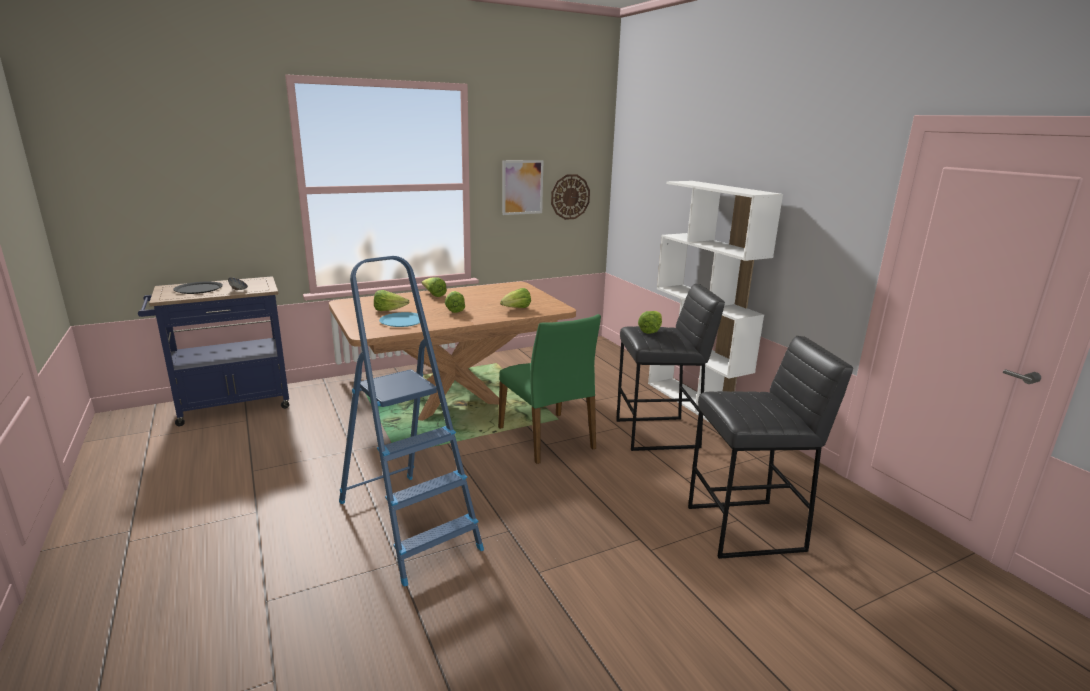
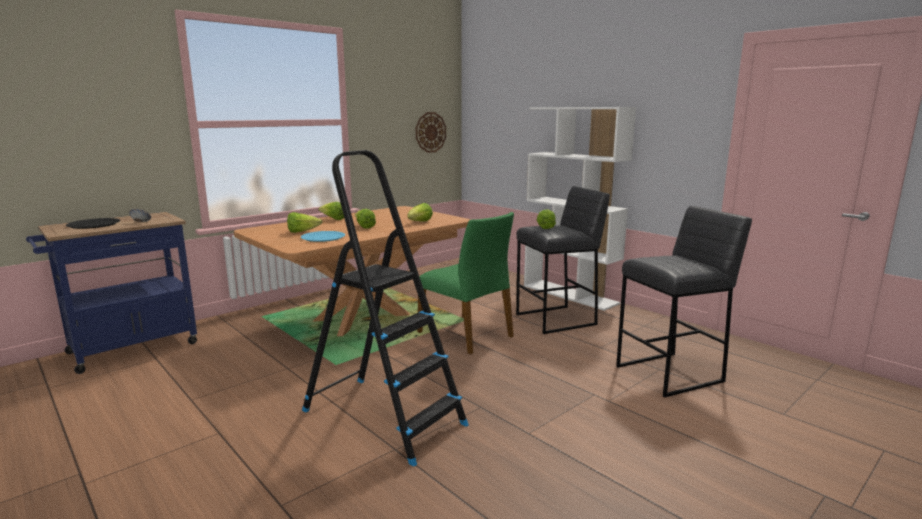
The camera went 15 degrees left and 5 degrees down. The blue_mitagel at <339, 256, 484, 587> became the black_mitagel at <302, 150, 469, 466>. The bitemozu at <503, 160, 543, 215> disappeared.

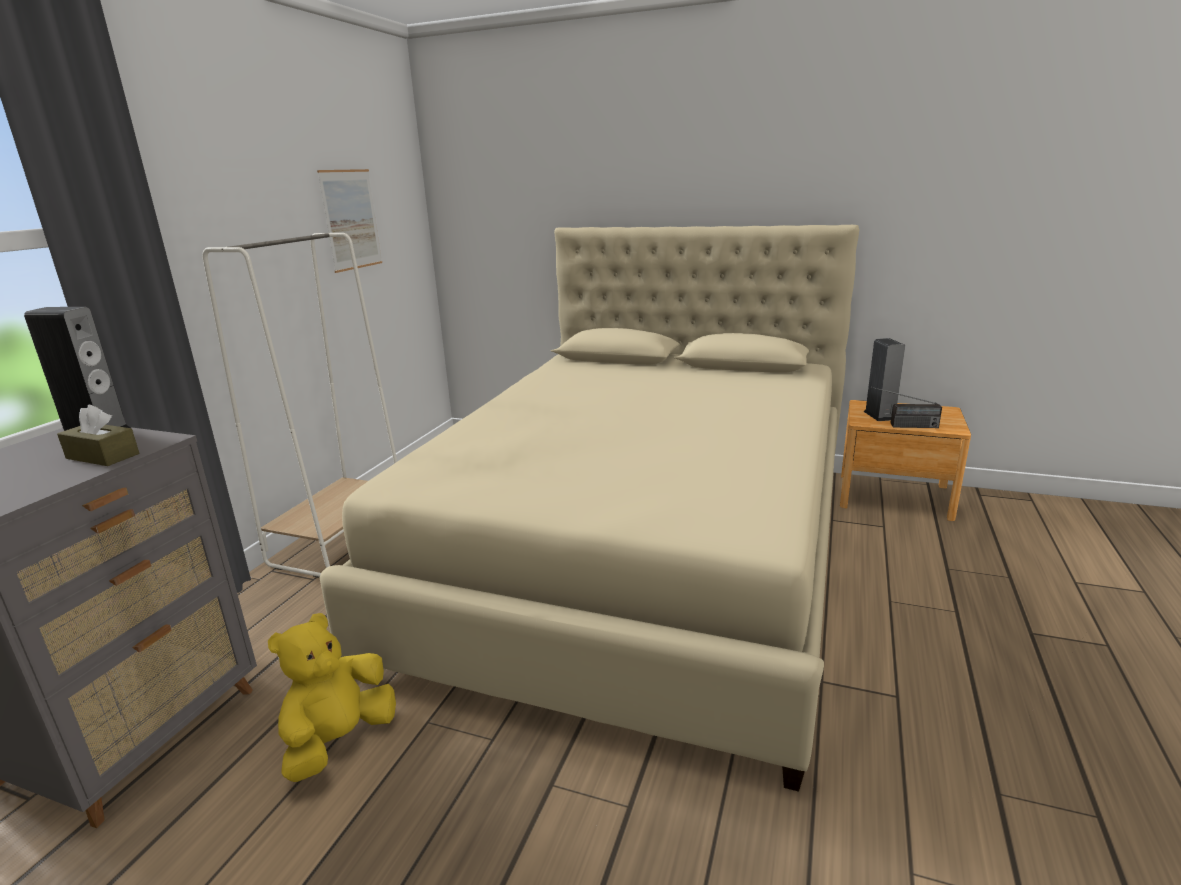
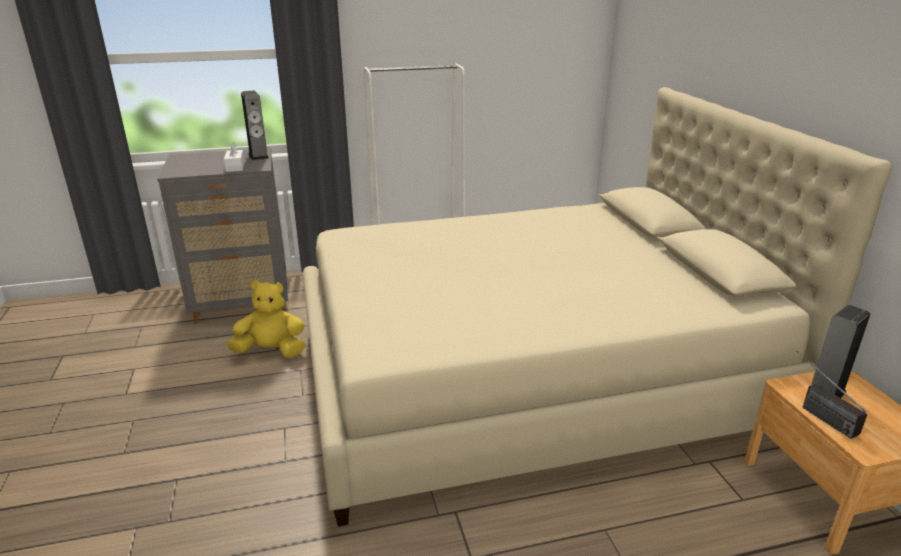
The camera went 55 degrees right and 5 degrees up. The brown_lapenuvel at <57, 405, 139, 466> became the white_lapenuvel at <224, 142, 245, 172>. The bitemozu at <317, 169, 382, 273> disappeared.

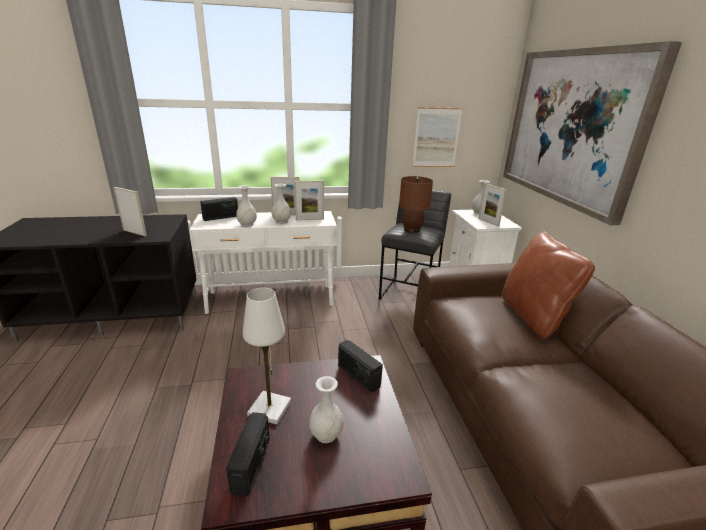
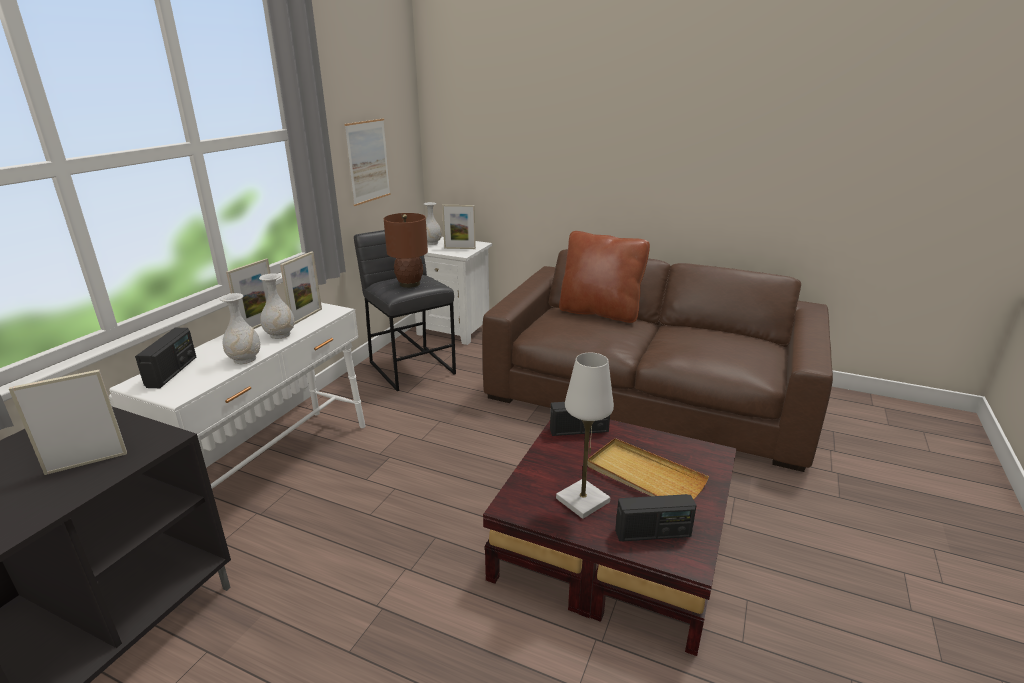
The camera went 55 degrees left and 0 degrees up. The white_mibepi at <309, 376, 344, 443> was replaced by the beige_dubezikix at <587, 438, 709, 500>. The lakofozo at <226, 412, 270, 497> turned 135 degrees clockwise. The bitemozu at <503, 41, 682, 225> disappeared.

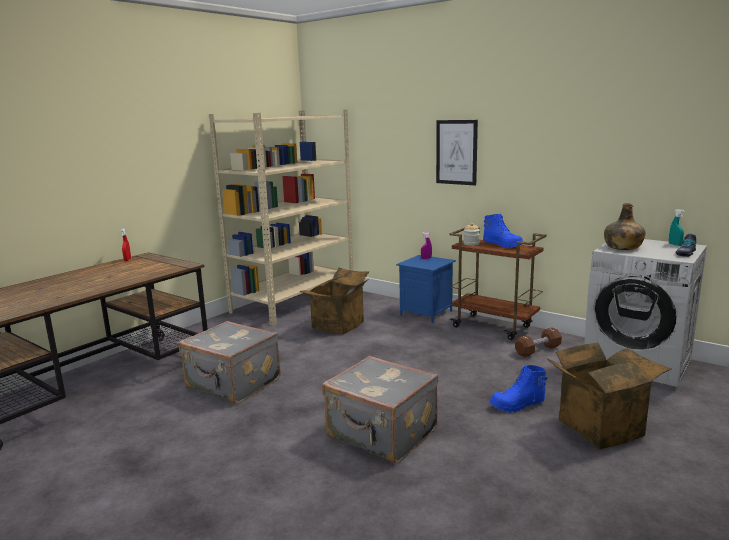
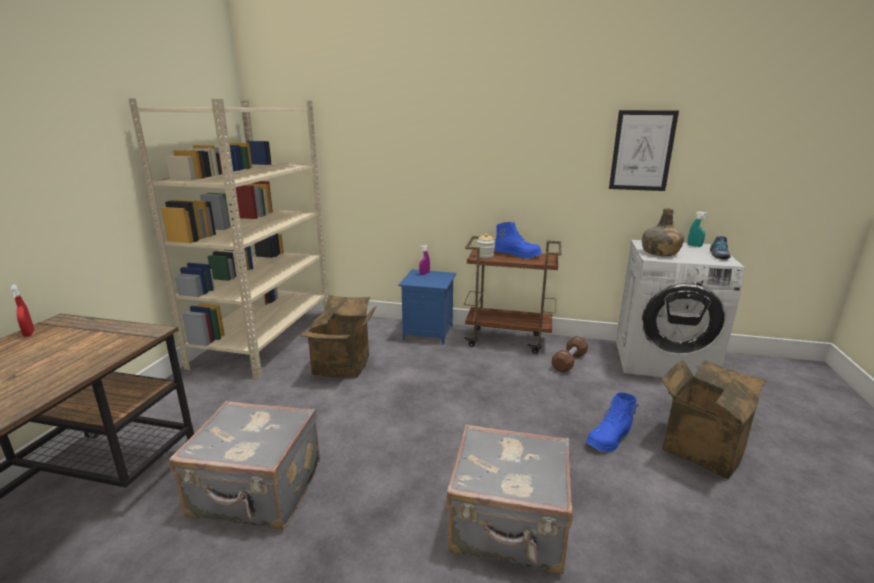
The camera went 25 degrees left and 5 degrees up. The bitemozu moved from <436, 120, 478, 186> to <609, 110, 679, 191>.

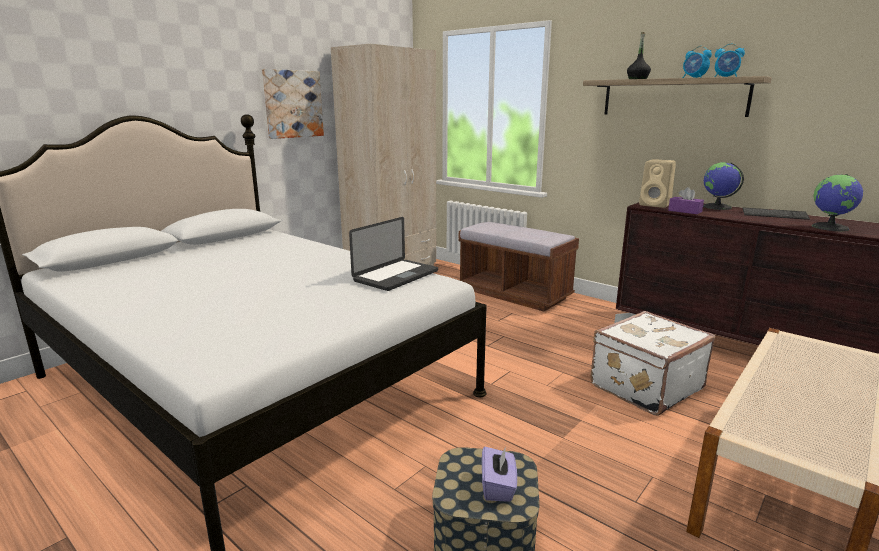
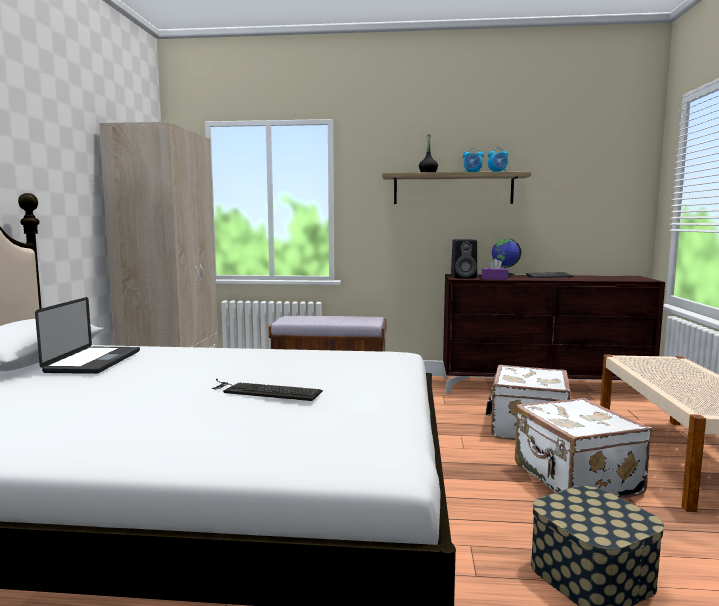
The camera went 35 degrees left and 10 degrees down. The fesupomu moved from <349, 217, 438, 291> to <35, 297, 140, 374>. The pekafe at <212, 378, 323, 401> appeared. The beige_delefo at <639, 159, 676, 208> became the black_delefo at <451, 239, 477, 278>. The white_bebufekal at <515, 398, 652, 498> appeared. The bitemozu at <262, 69, 324, 139> disappeared. The purple_lapenuvel at <482, 447, 517, 502> disappeared. The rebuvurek at <812, 174, 863, 231> disappeared.

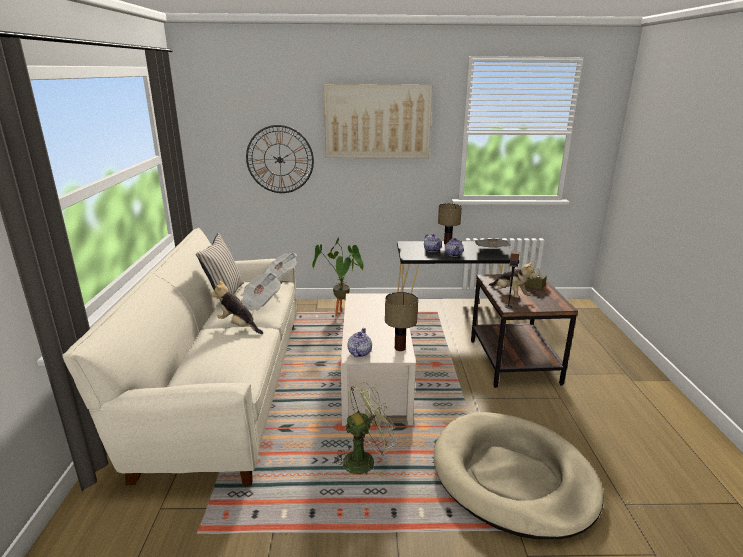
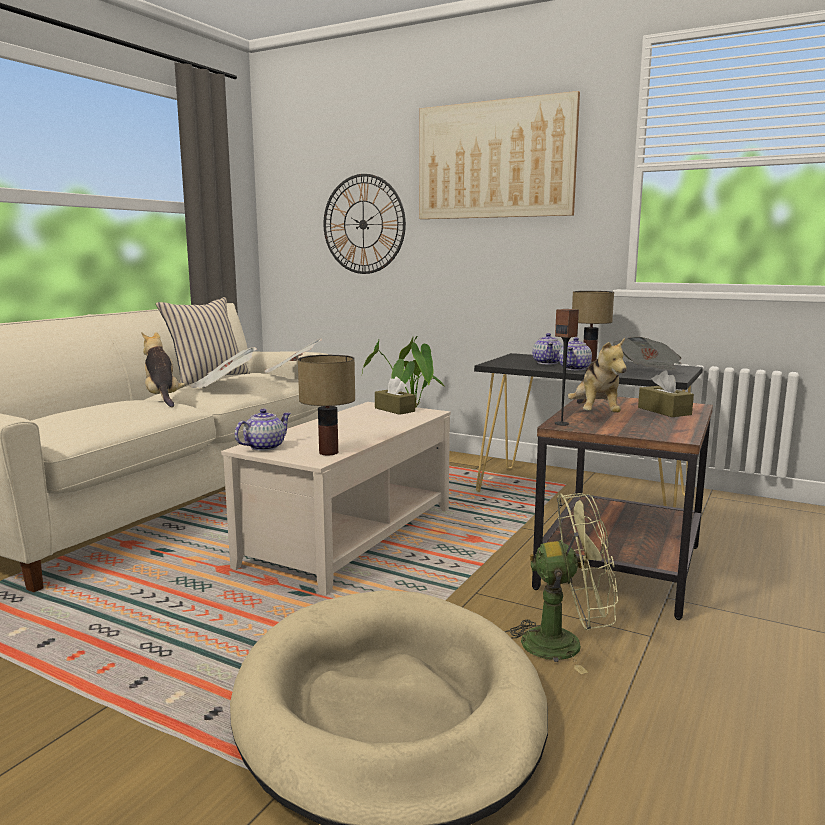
The camera went 30 degrees right and 10 degrees down. The brown_lapenuvel at <375, 377, 415, 415> appeared. The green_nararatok moved from <334, 382, 397, 477> to <504, 493, 618, 674>.

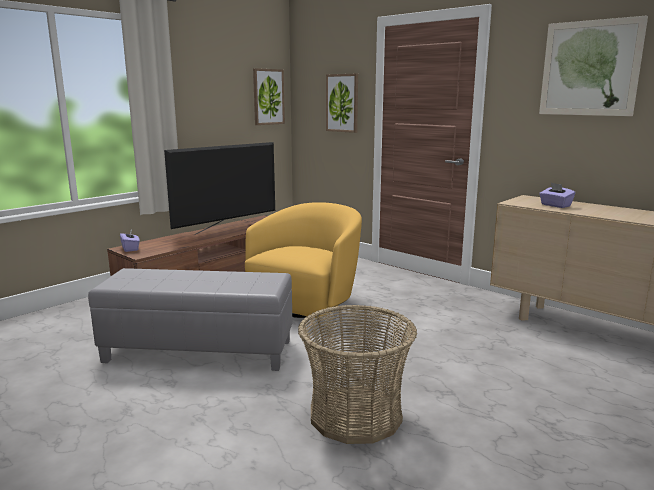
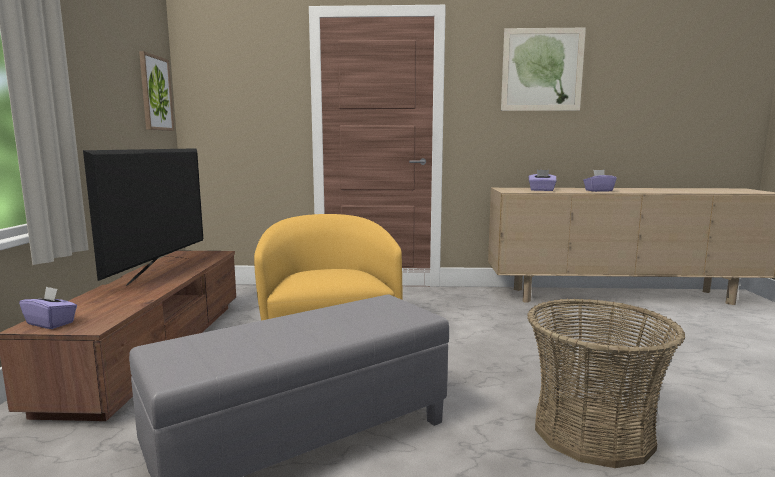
The camera went 40 degrees left and 5 degrees down. The purple_lapenuvel at <583, 170, 617, 192> appeared. The bitemozu at <326, 74, 358, 133> disappeared.

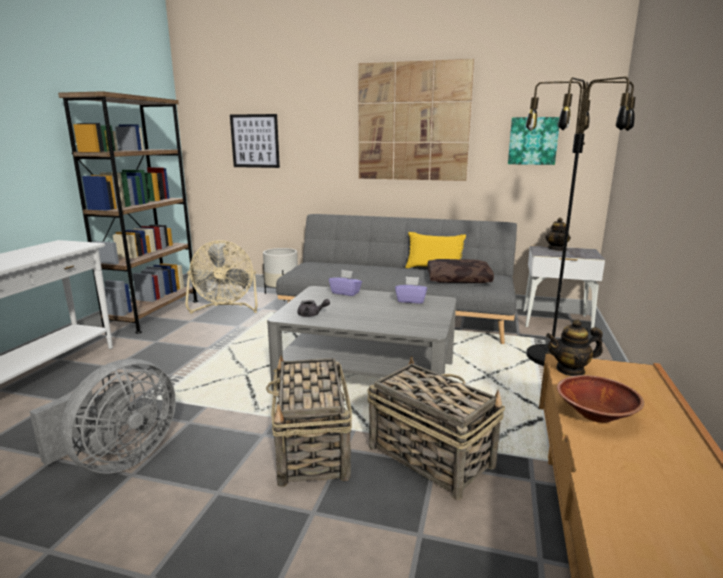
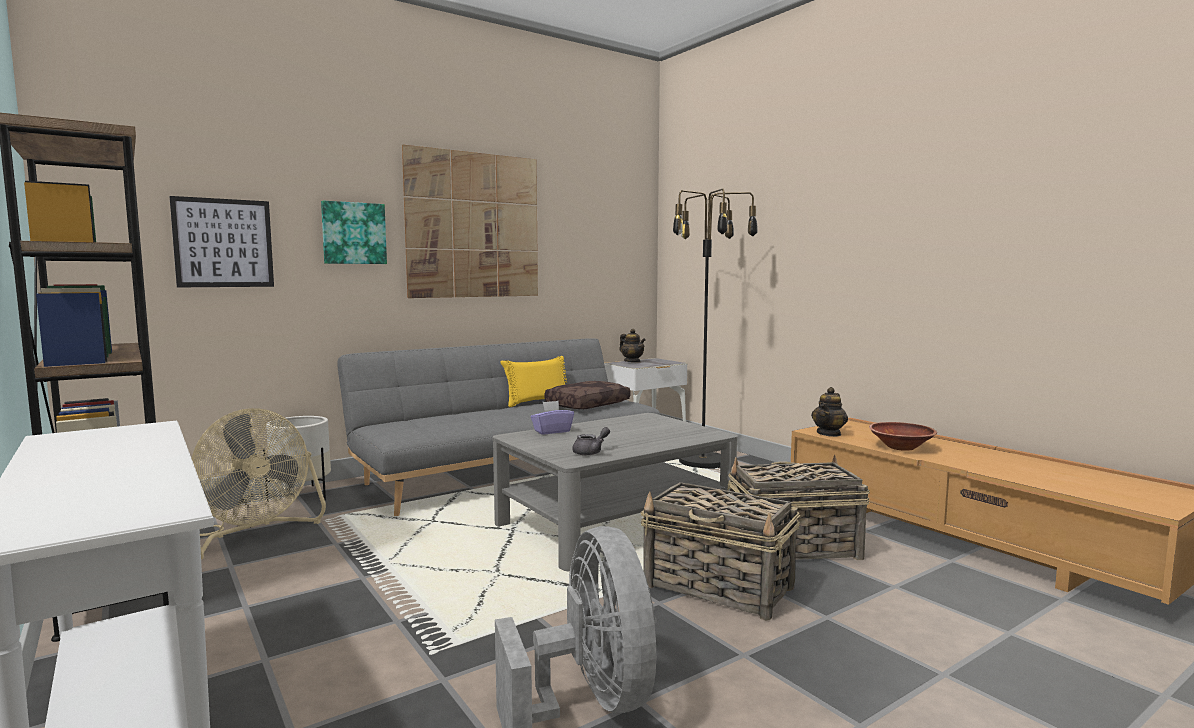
The camera went 50 degrees left and 10 degrees down. The bitemozu moved from <508, 117, 559, 165> to <321, 201, 387, 264>. The purple_lapenuvel at <395, 277, 427, 304> disappeared.

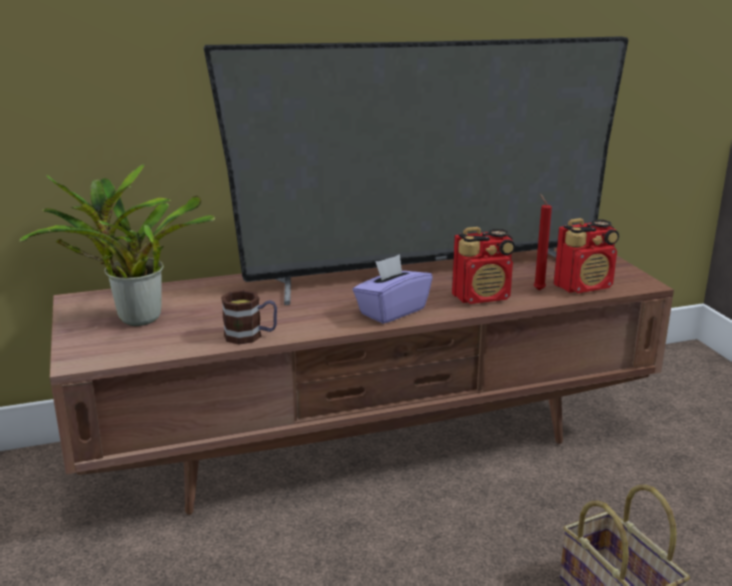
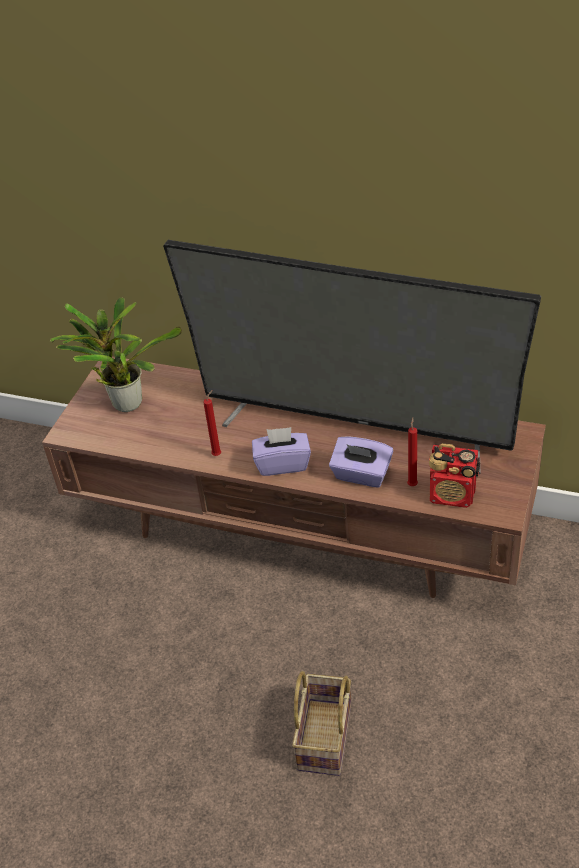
The camera went 40 degrees right and 20 degrees up. The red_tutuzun at <203, 390, 221, 456> appeared. The lakofozo at <452, 227, 515, 304> was replaced by the purple_lapenuvel at <329, 436, 393, 488>. The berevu at <221, 290, 277, 344> disappeared.

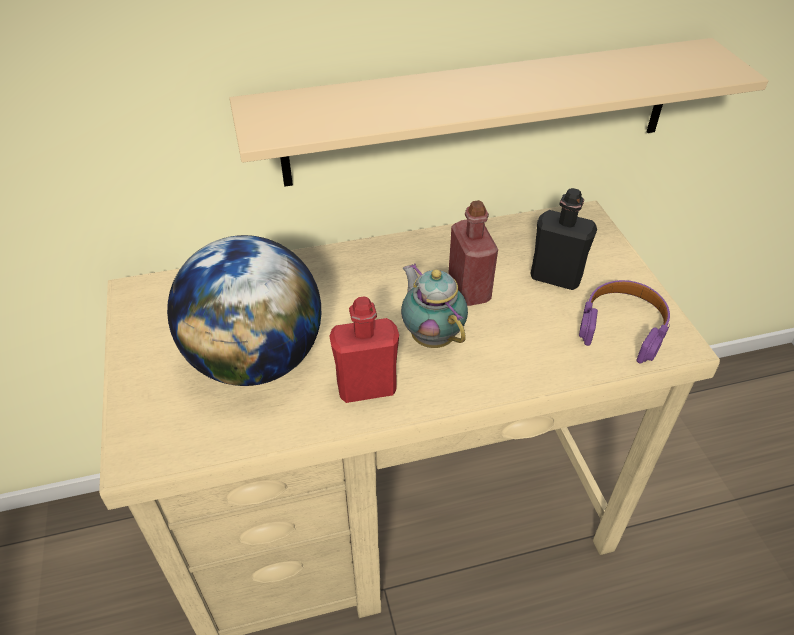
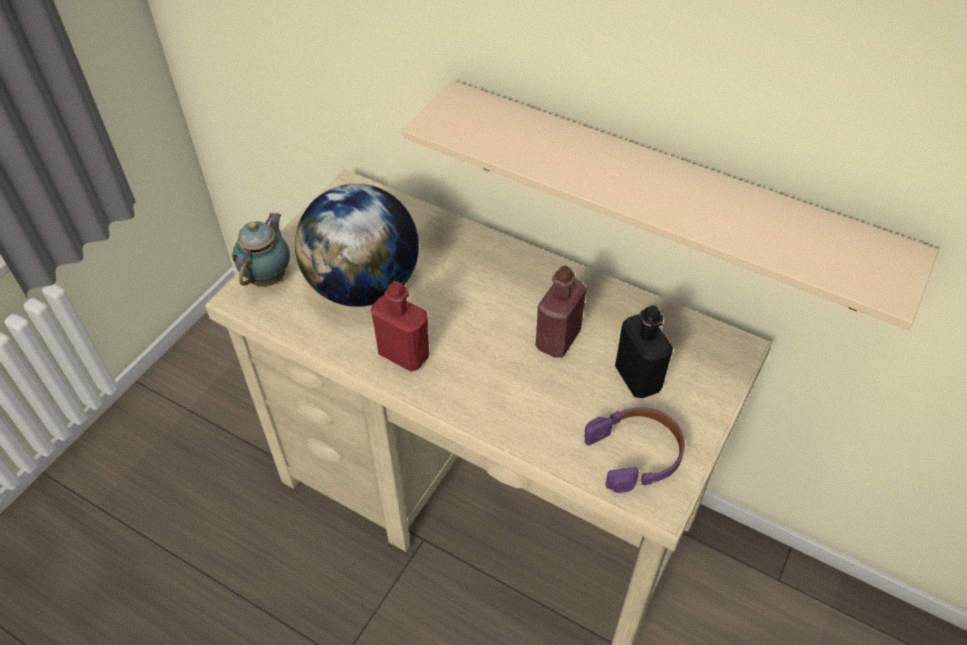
The camera went 45 degrees right and 5 degrees up. The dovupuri moved from <401, 263, 468, 348> to <232, 213, 290, 287>.

